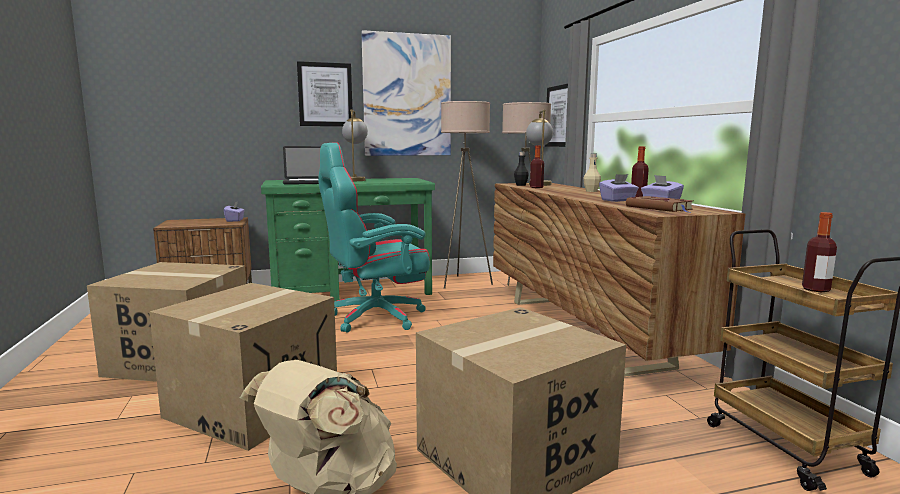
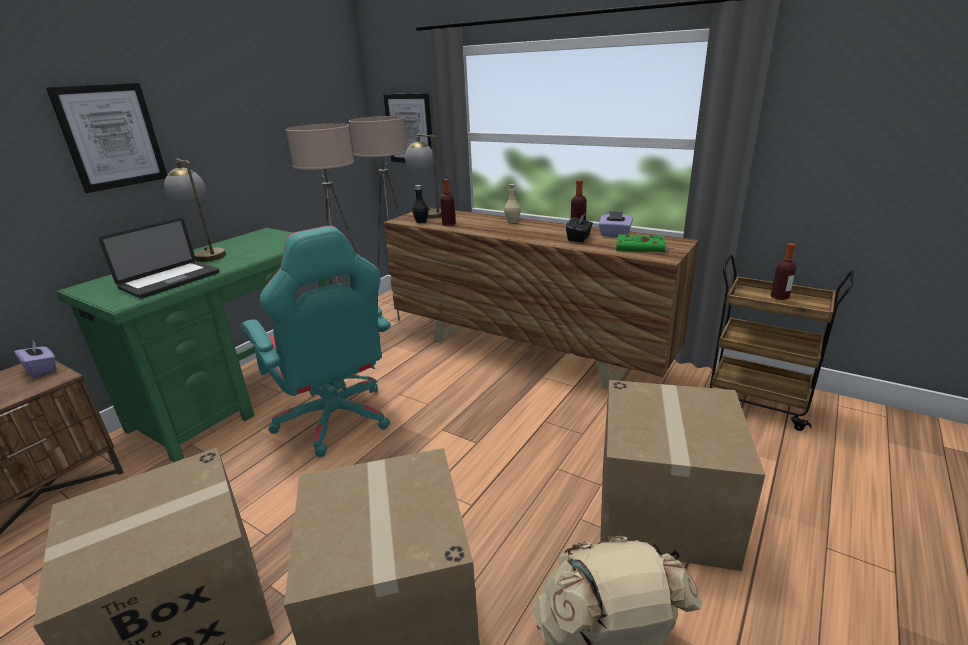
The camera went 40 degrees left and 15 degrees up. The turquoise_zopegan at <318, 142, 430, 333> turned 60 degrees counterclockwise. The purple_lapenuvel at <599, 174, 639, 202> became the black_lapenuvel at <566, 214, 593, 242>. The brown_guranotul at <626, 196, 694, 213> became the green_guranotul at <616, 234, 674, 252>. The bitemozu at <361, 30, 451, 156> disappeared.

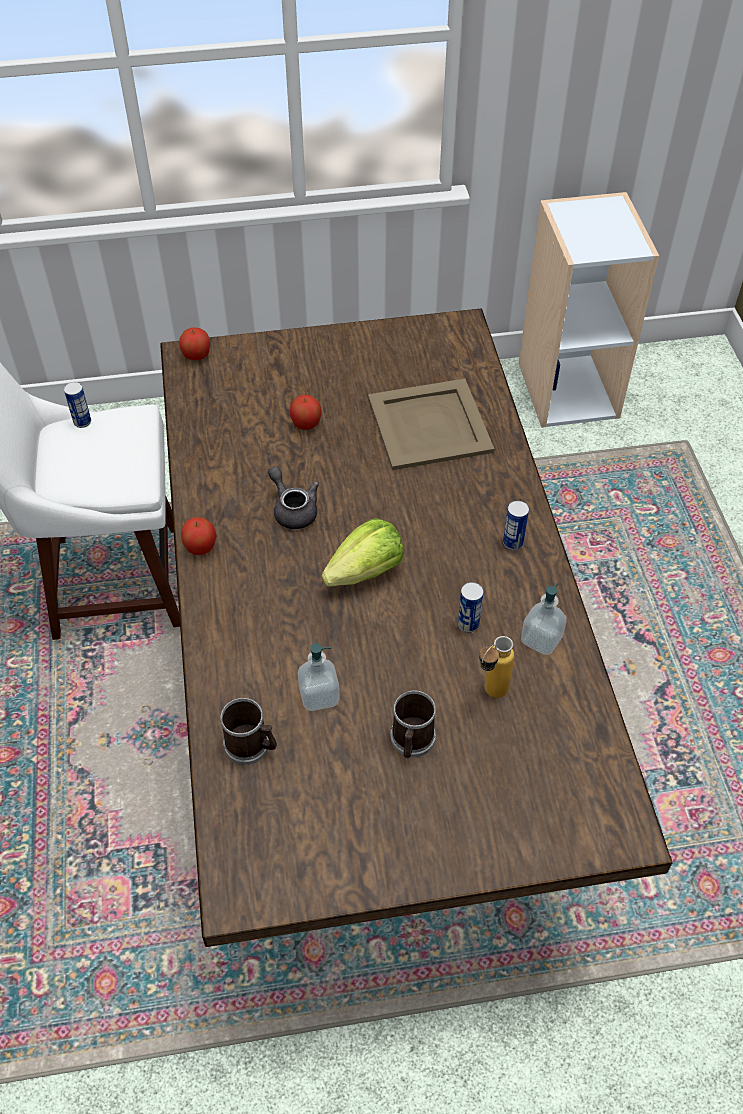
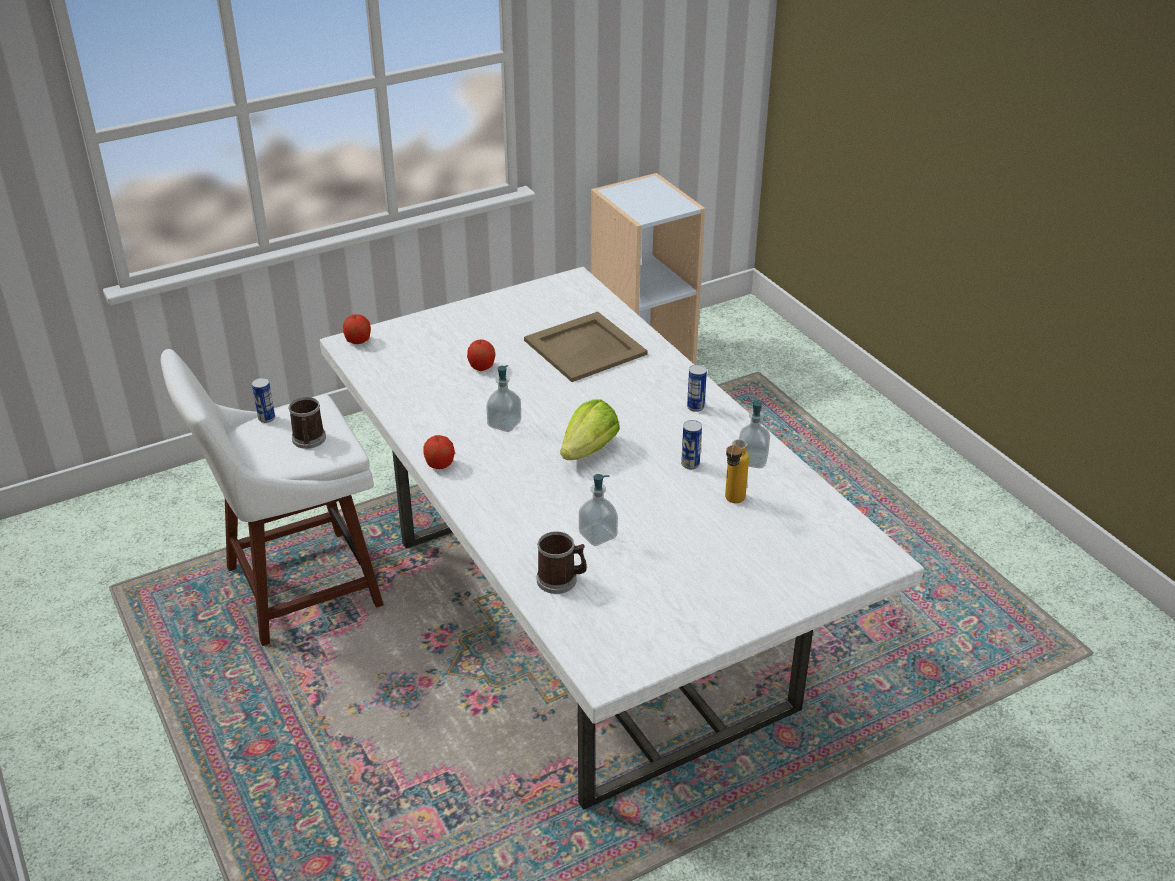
The camera went 20 degrees left and 15 degrees down. The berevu moved from <390, 690, 436, 758> to <288, 397, 326, 449>. The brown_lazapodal at <160, 309, 672, 947> became the white_lazapodal at <320, 267, 924, 810>. The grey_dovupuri at <268, 466, 319, 529> was replaced by the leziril at <486, 365, 521, 432>.

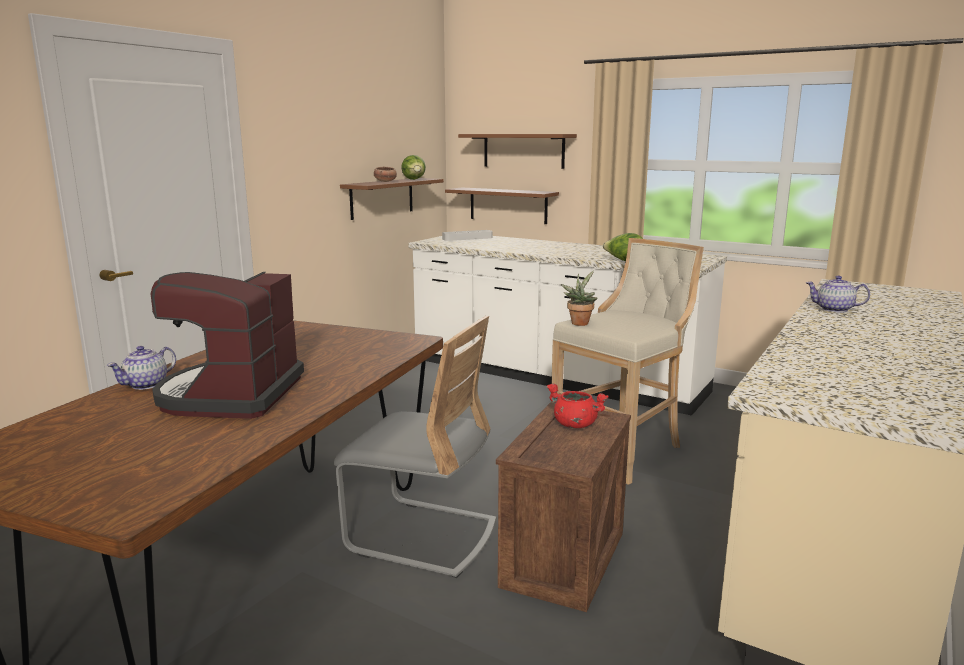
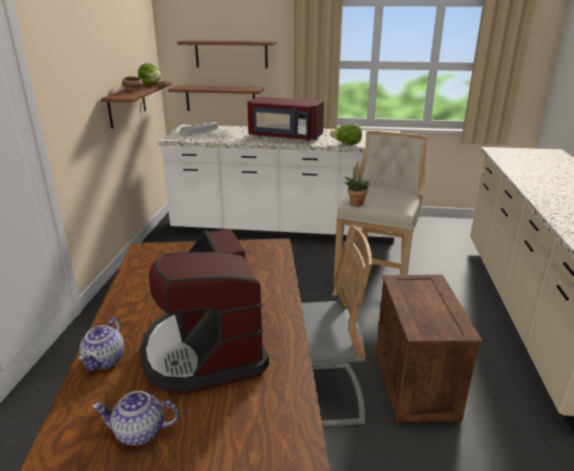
The camera went 25 degrees left and 10 degrees up. The dovupuri moved from <806, 276, 870, 312> to <92, 391, 179, 446>. The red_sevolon at <247, 97, 324, 141> appeared. The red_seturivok at <546, 384, 609, 428> disappeared.

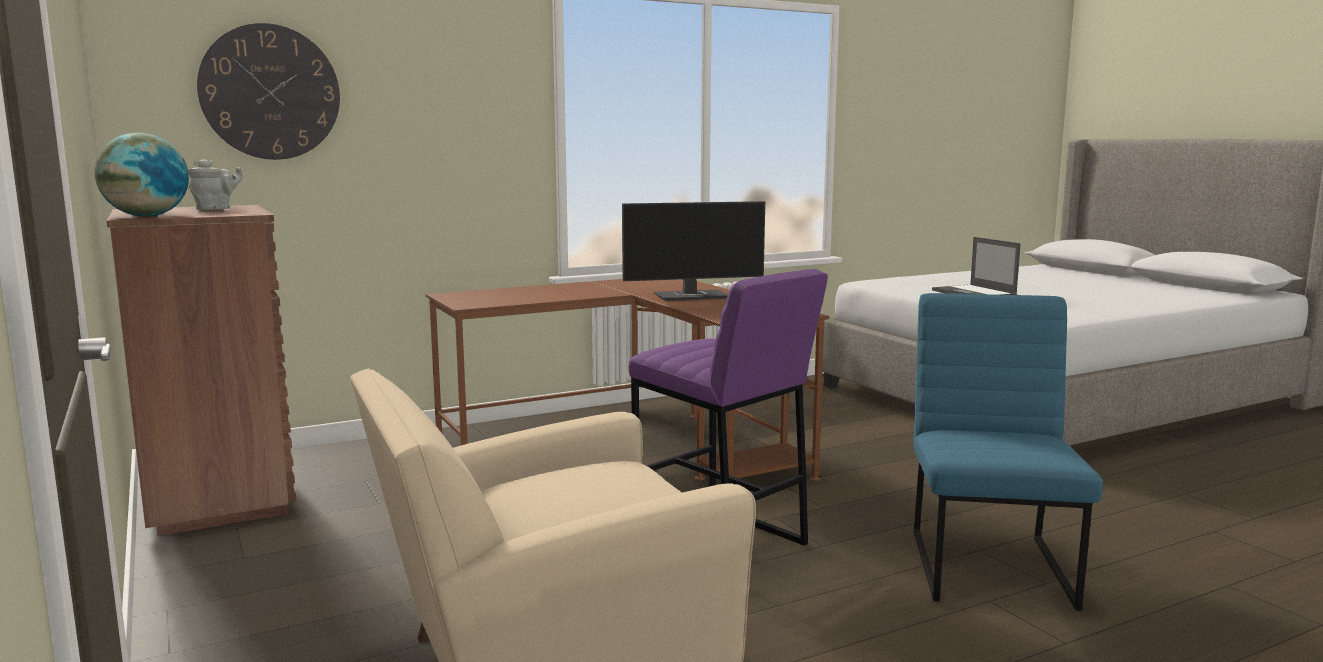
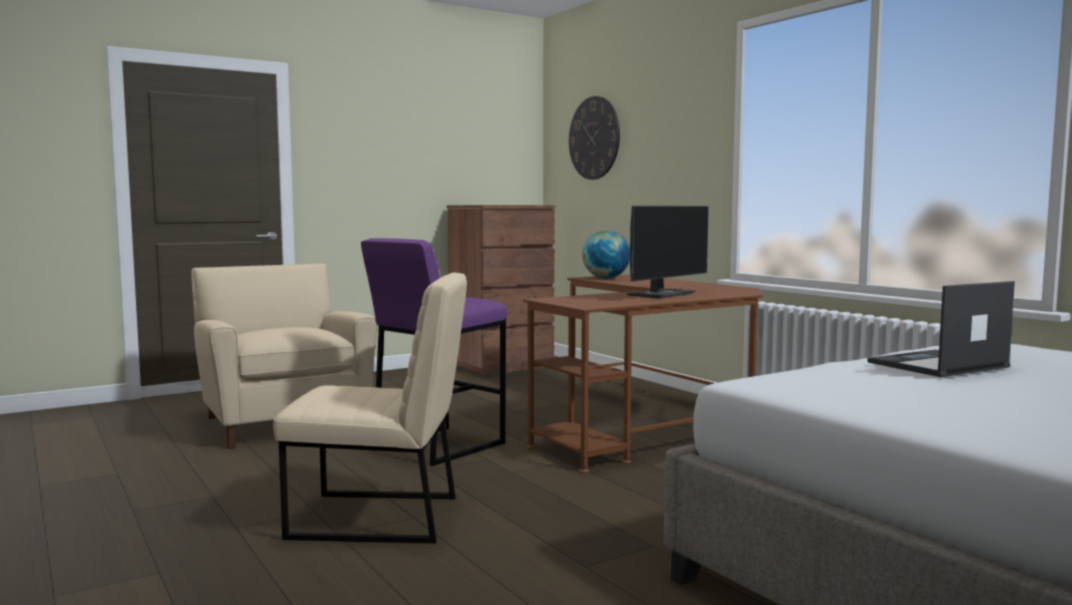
The camera went 85 degrees right and 5 degrees down. The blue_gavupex at <914, 293, 1103, 611> became the beige_gavupex at <273, 273, 467, 543>. The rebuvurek moved from <94, 133, 189, 217> to <582, 230, 630, 279>. The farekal at <622, 201, 765, 301> turned 120 degrees counterclockwise. The grey_dovupuri at <188, 159, 243, 210> disappeared.

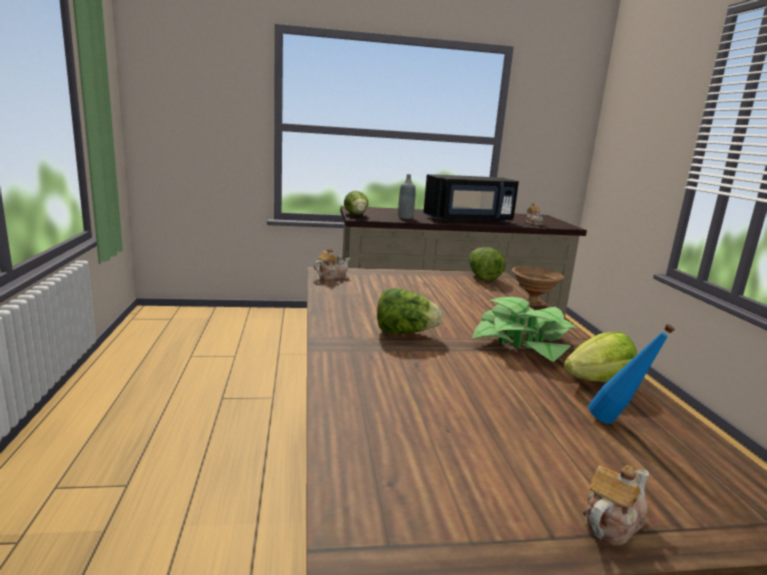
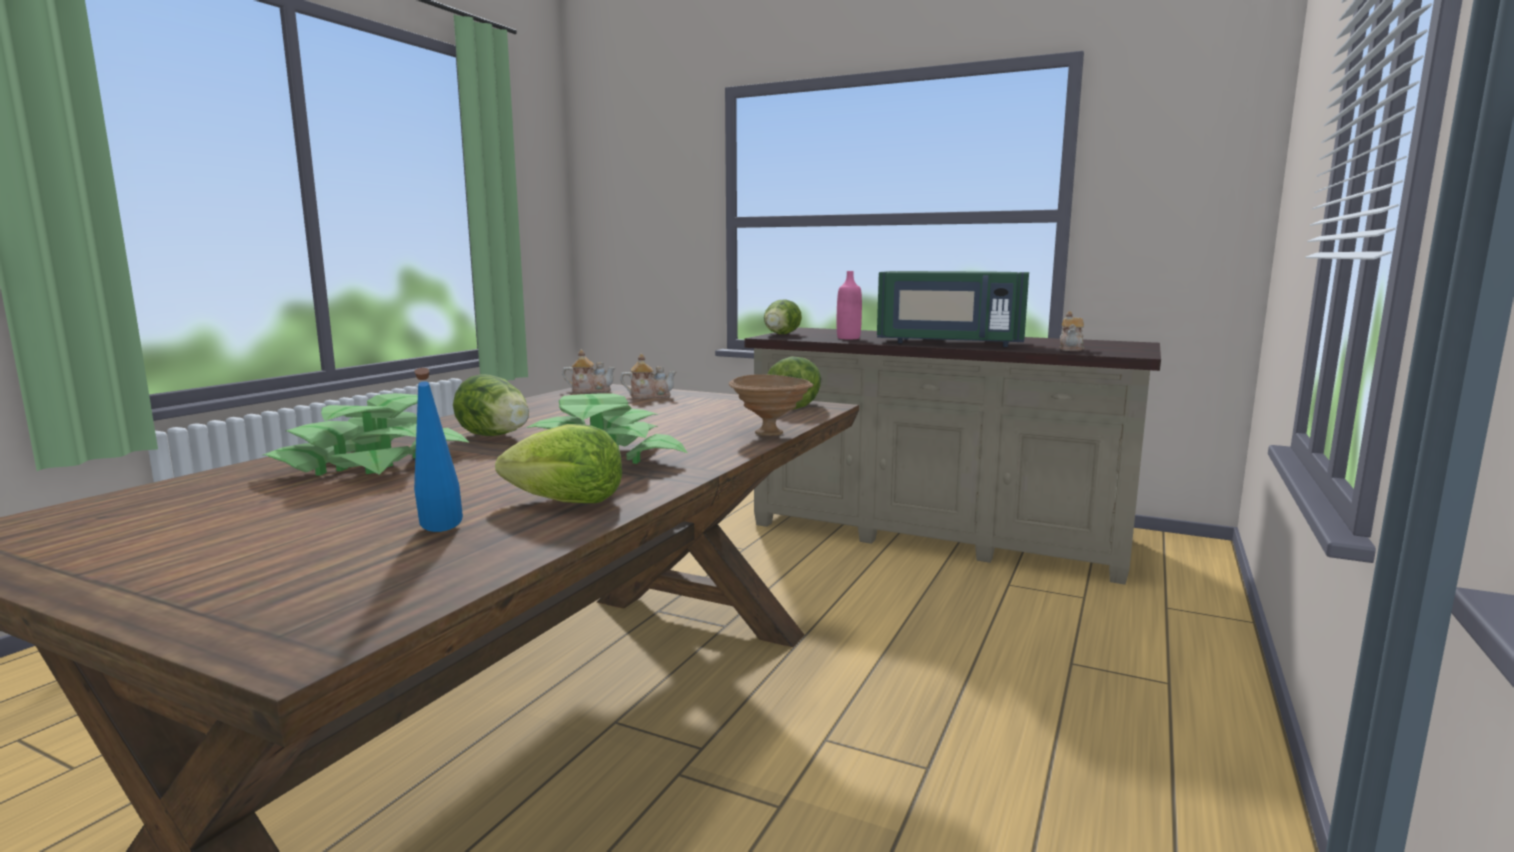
The camera went 35 degrees right and 5 degrees down. The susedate at <263, 393, 470, 476> appeared. The dovupuri moved from <583, 465, 649, 545> to <620, 354, 677, 399>. The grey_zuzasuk at <398, 174, 416, 219> became the pink_zuzasuk at <837, 271, 862, 339>. The black_sevolon at <423, 174, 519, 223> became the green_sevolon at <877, 271, 1029, 347>.

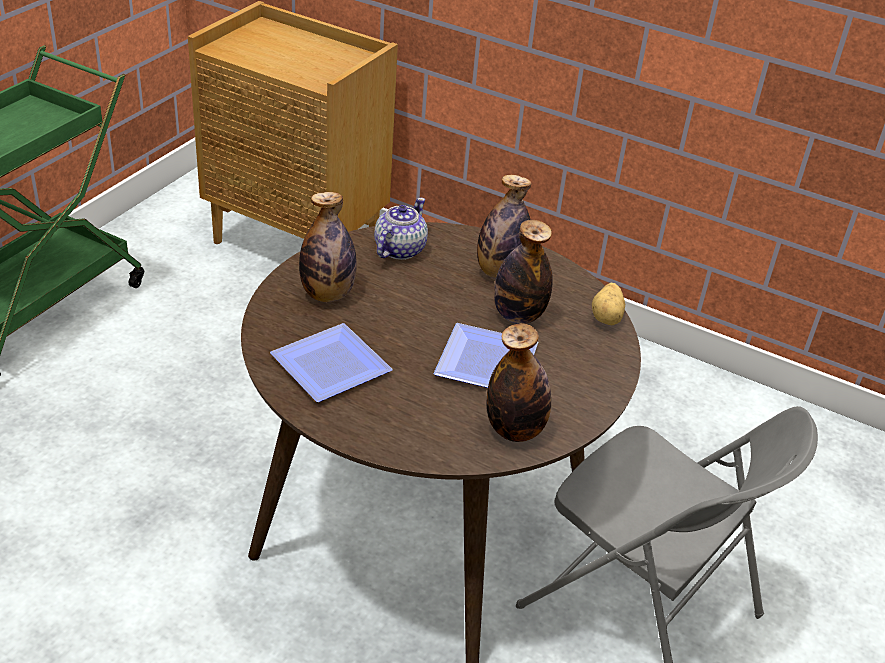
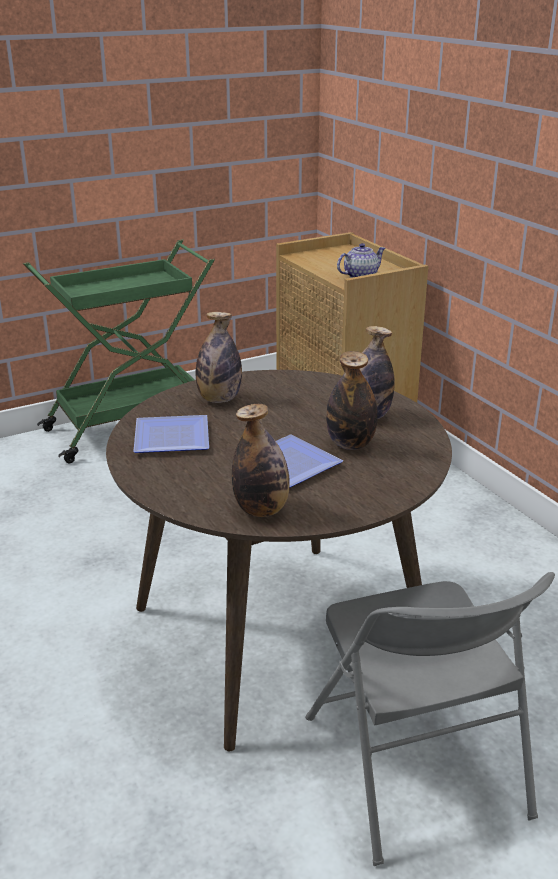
The camera went 35 degrees right and 10 degrees down. The dovupuri moved from <374, 198, 428, 260> to <337, 243, 386, 278>. The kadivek at <592, 283, 625, 325> disappeared.

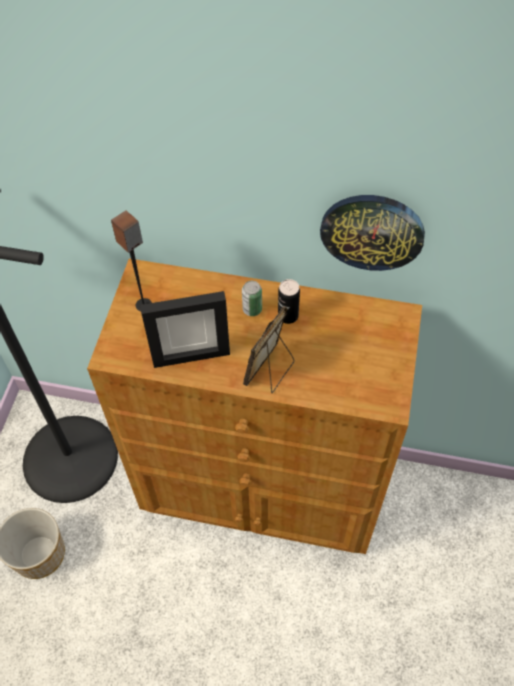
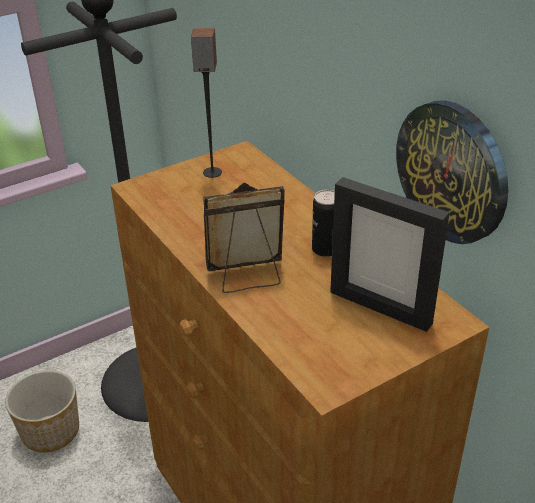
The camera went 45 degrees right and 20 degrees down. The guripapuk moved from <140, 291, 230, 368> to <330, 177, 450, 332>. The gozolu at <242, 281, 262, 316> disappeared.

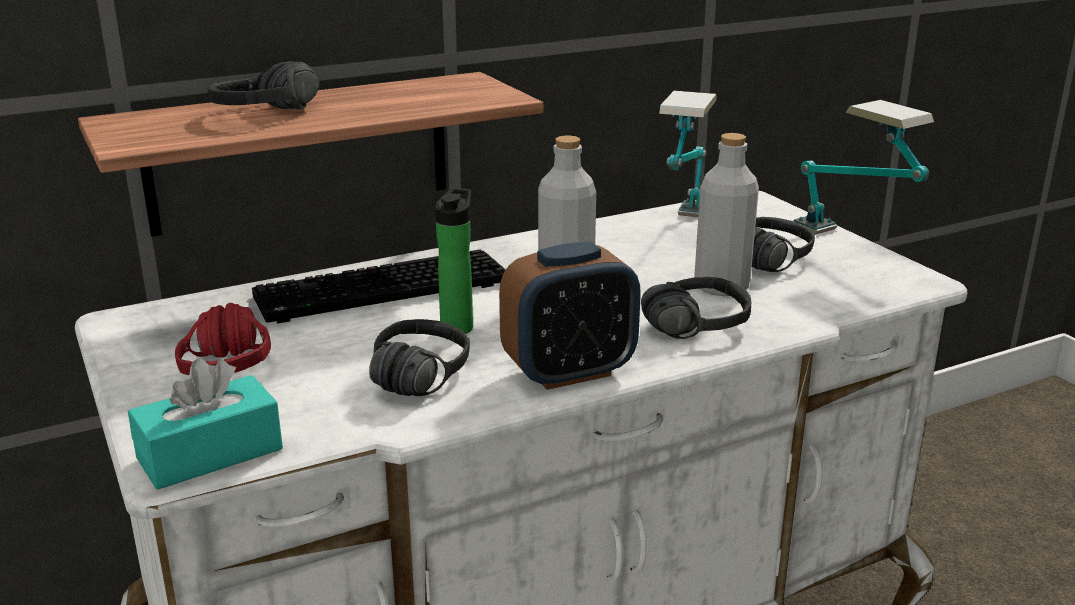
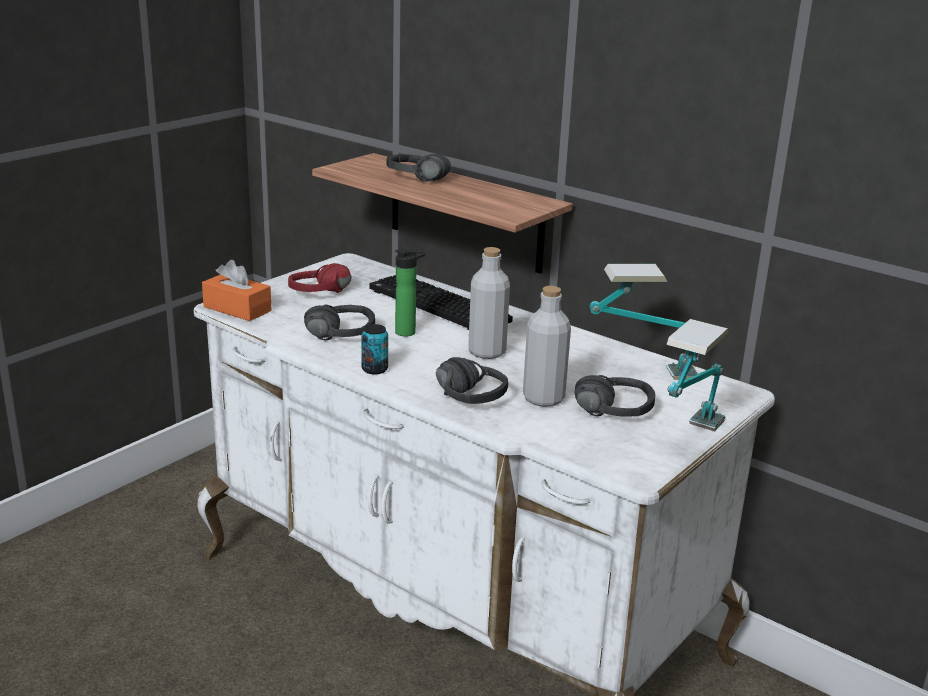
The camera went 65 degrees right and 0 degrees up. The turquoise_lapenuvel at <128, 359, 283, 490> became the orange_lapenuvel at <202, 260, 272, 321>. The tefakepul at <499, 242, 641, 390> was replaced by the gozolu at <361, 324, 388, 374>.

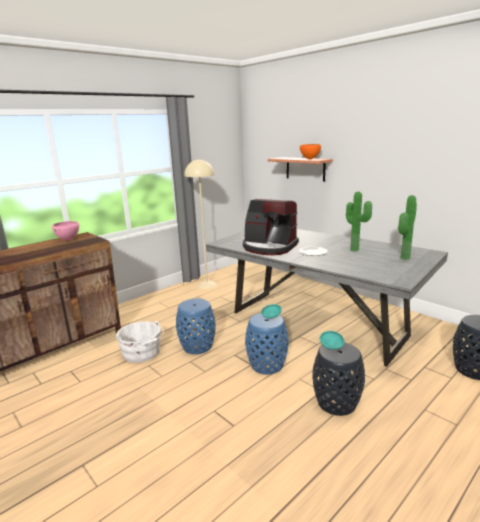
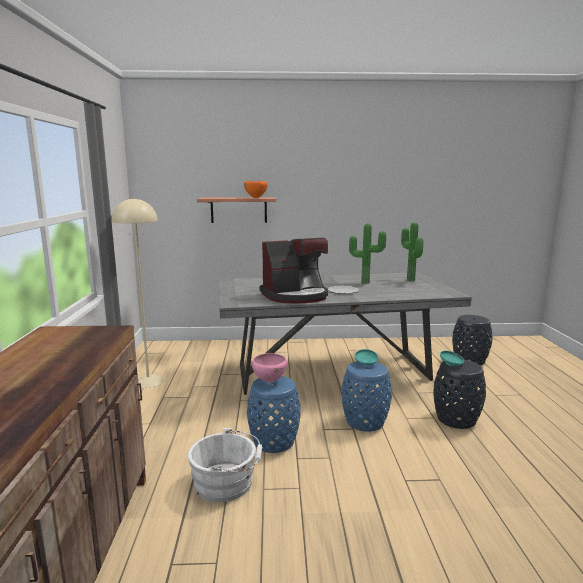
The camera went 50 degrees left and 5 degrees down. The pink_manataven moved from <52, 221, 79, 240> to <252, 353, 287, 383>.

